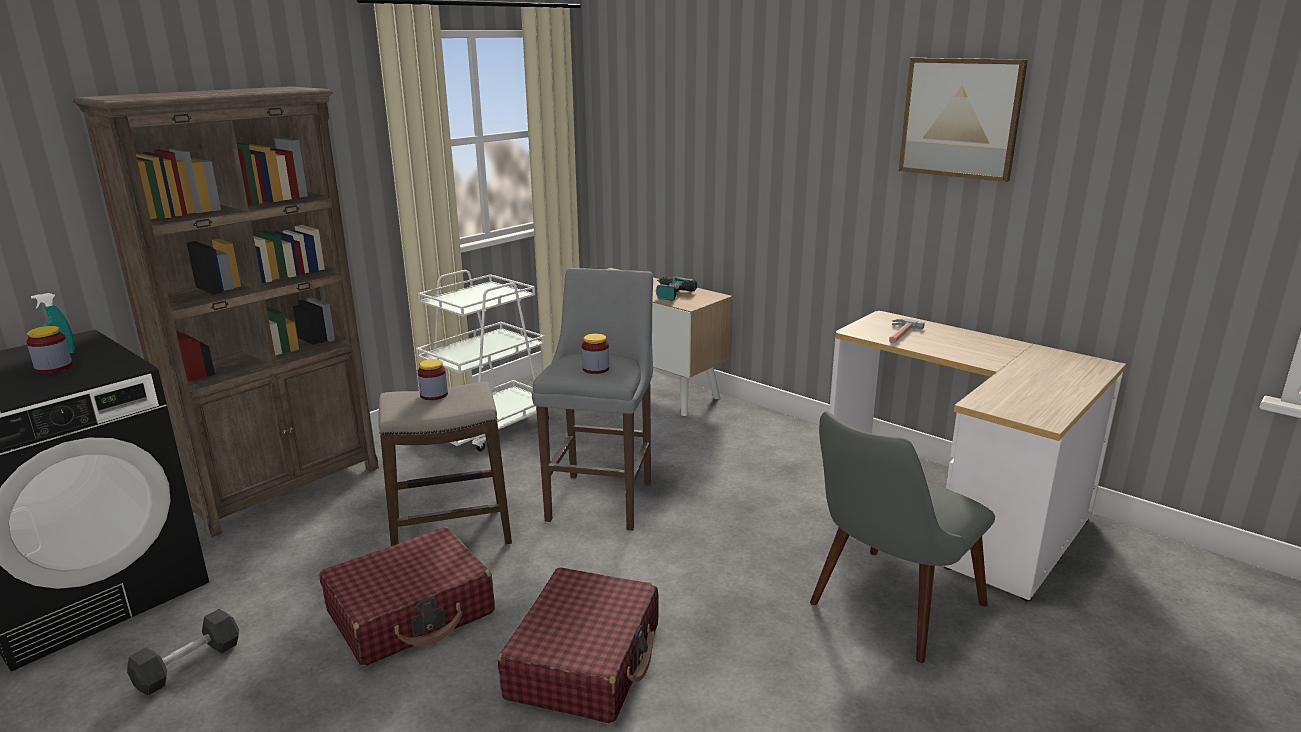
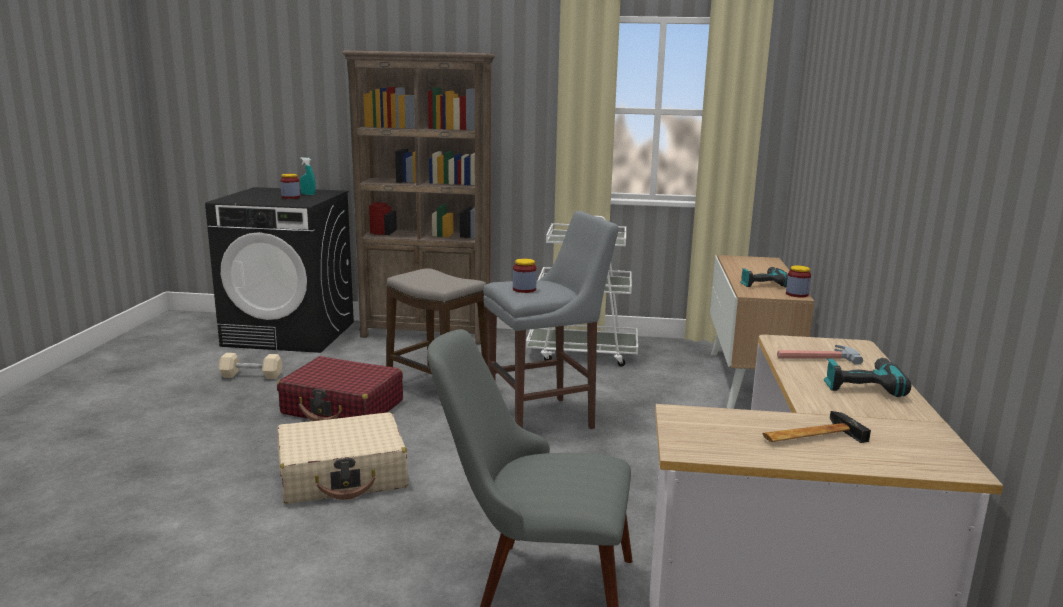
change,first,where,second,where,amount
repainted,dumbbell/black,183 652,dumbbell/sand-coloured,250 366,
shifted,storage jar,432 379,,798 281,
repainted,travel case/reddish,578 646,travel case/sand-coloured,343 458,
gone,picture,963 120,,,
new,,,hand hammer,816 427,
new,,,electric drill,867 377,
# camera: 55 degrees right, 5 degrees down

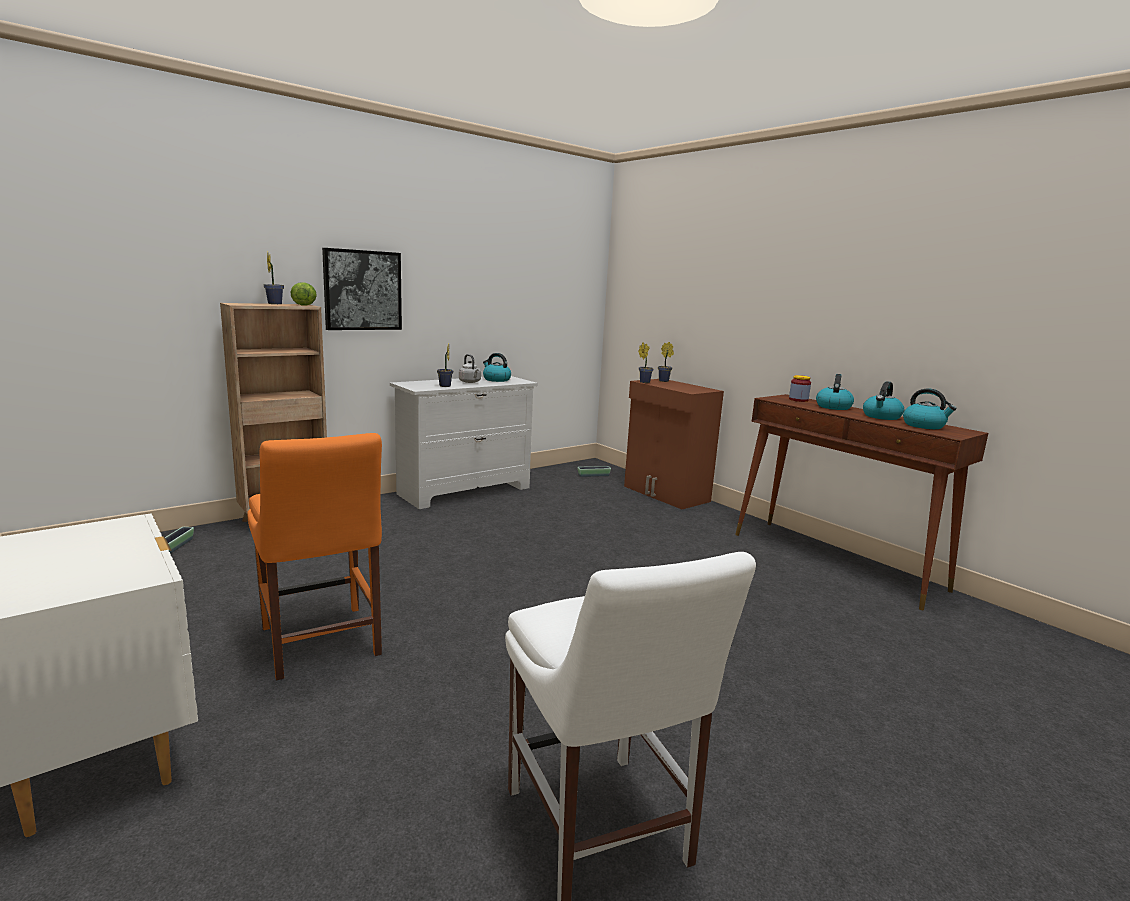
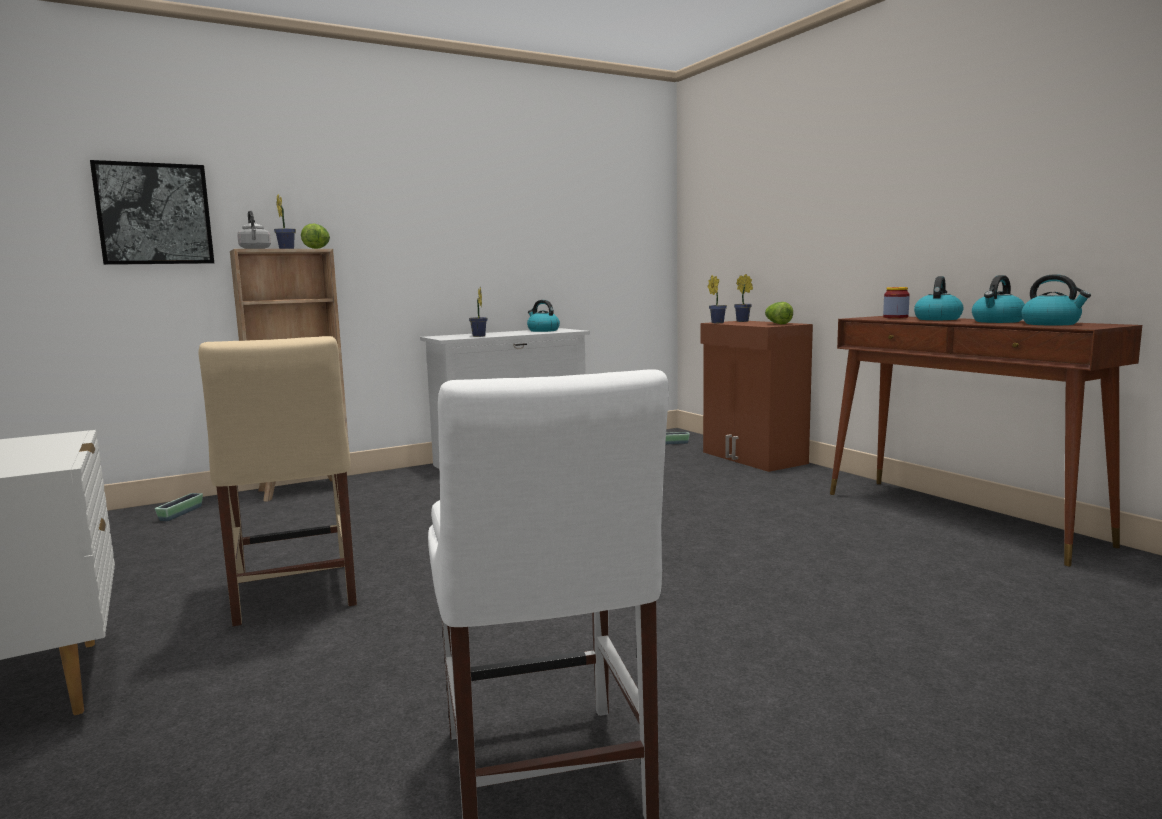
change,first,where,second,where,amount
repainted,chair/orangey,314 556,chair/sand-coloured,278 481,
shifted,picture,362 289,,152 212,
shifted,water kettle/gray,470 368,,254 230,
new,,,lettuce head,779 313,
# camera: 10 degrees right, 5 degrees down

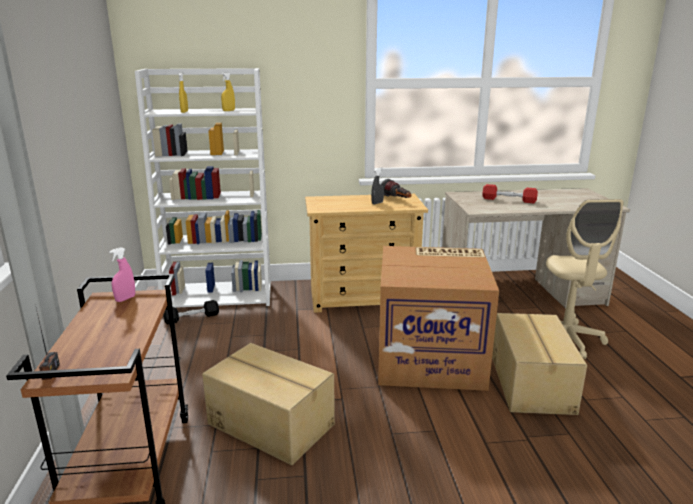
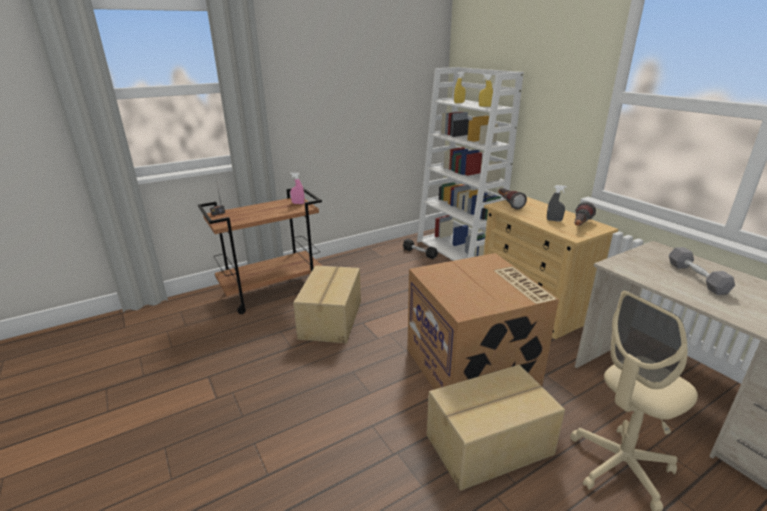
change,first,where,second,where,amount
repainted,dumbbell/reddish,510 193,dumbbell/gray,702 271,
new,,,torch,512 199,
# camera: 65 degrees right, 5 degrees up

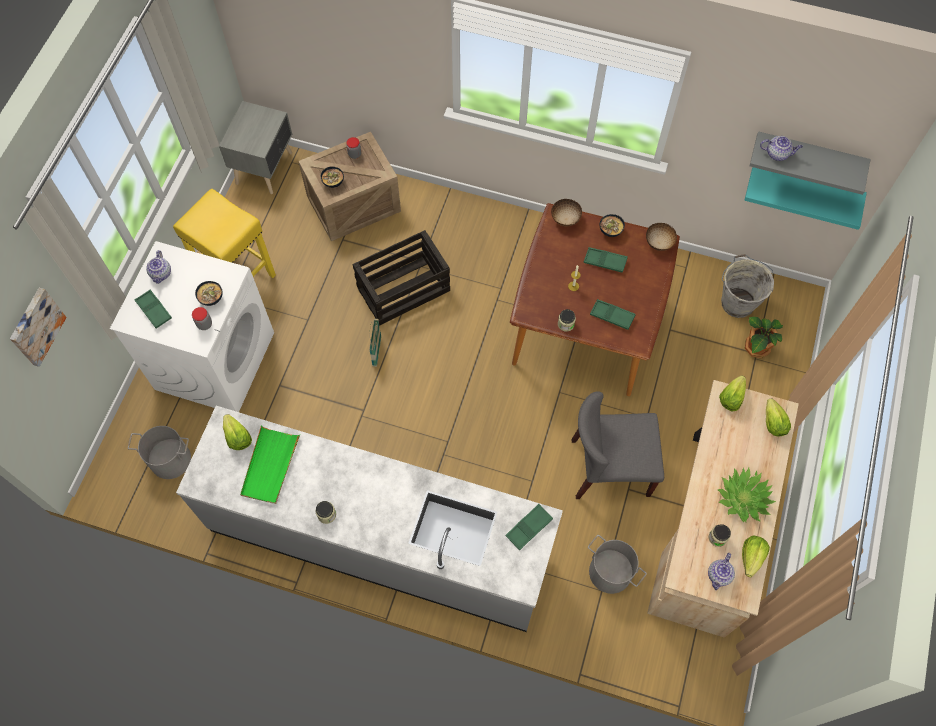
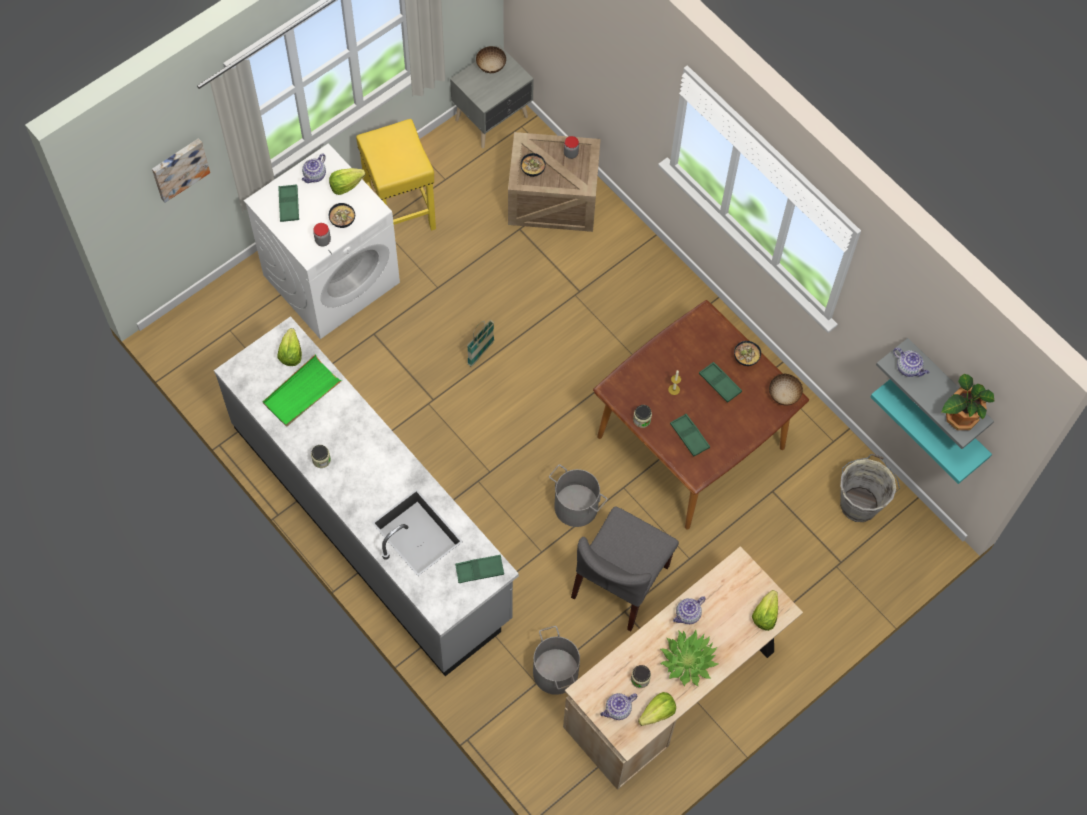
change,first,where,second,where,amount
shifted,bucket/gray,159 452,,578 496,
gone,packing crate,401 277,,,
shifted,bowl,566 213,,491 59,
rotated,chair/gray,618 445,,625 568,90 degrees counterclockwise
shifted,lettuce head,732 393,,347 181,
shifted,houseplant,764 338,,967 402,
new,,,pot for tea,689 610,
# camera: 30 degrees right, 0 degrees up

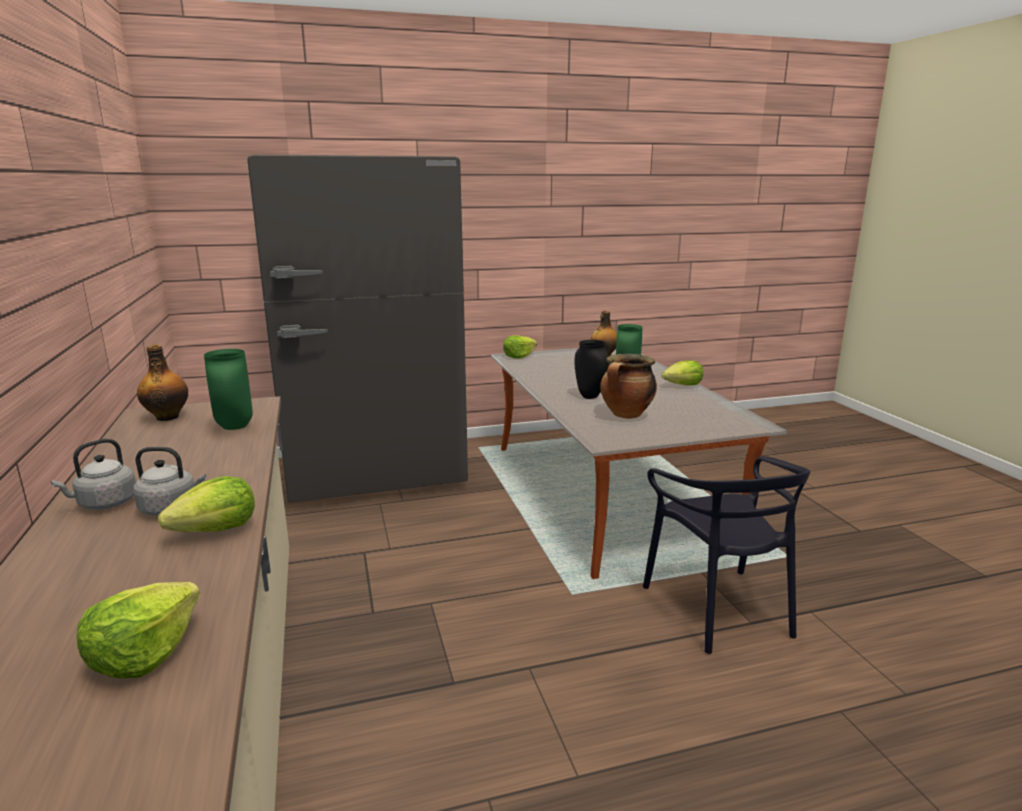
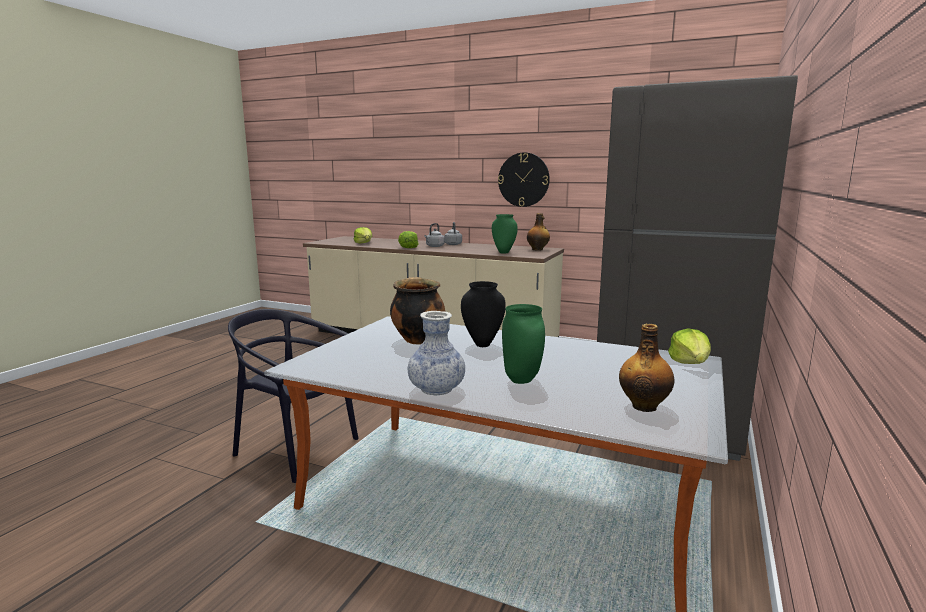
change,first,where,second,where,amount
swapped,lettuce head,682 372,vase,436 353,
new,,,hanging clock,524 179,
# camera: 130 degrees right, 5 degrees down

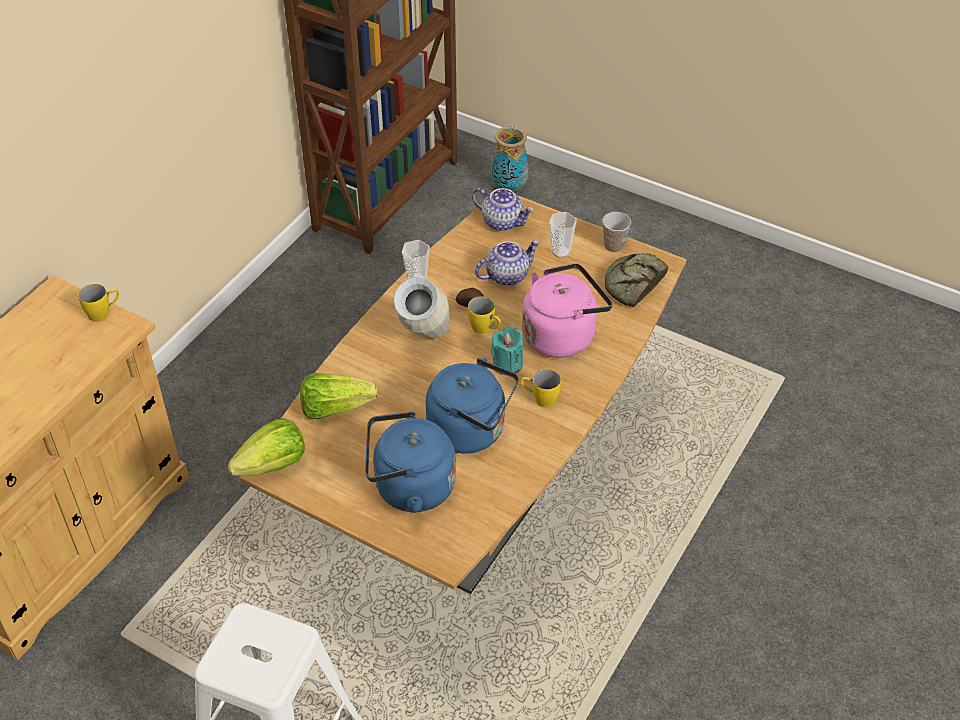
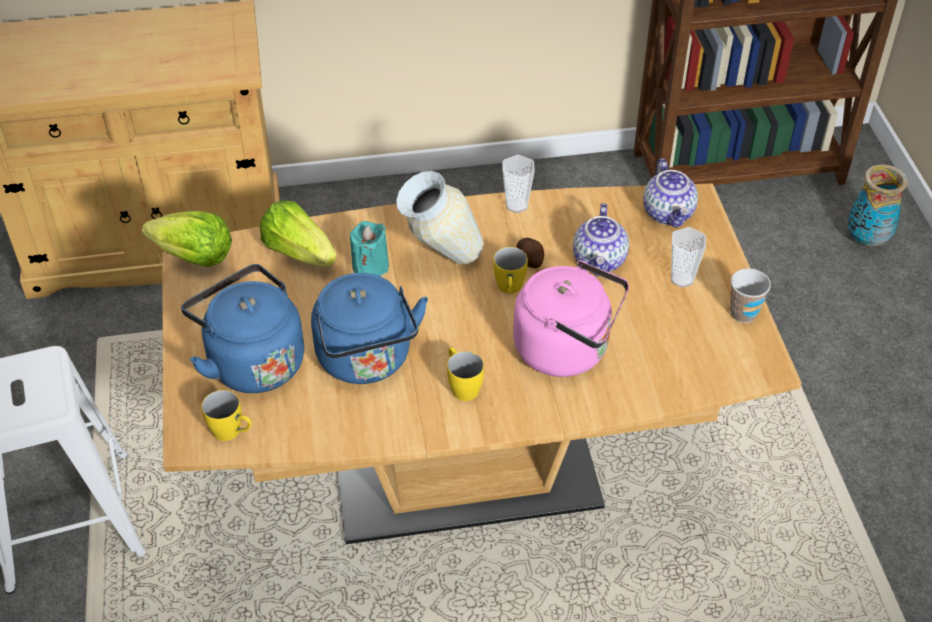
change,first,where,second,where,amount
shifted,mug/yellowish,98 303,,227 415,
rotated,pot for tea,507 263,,601 239,75 degrees clockwise
shifted,wax candle/blue-green,507 350,,369 248,
gone,baked bread,636 280,,,
# camera: 50 degrees right, 0 degrees up

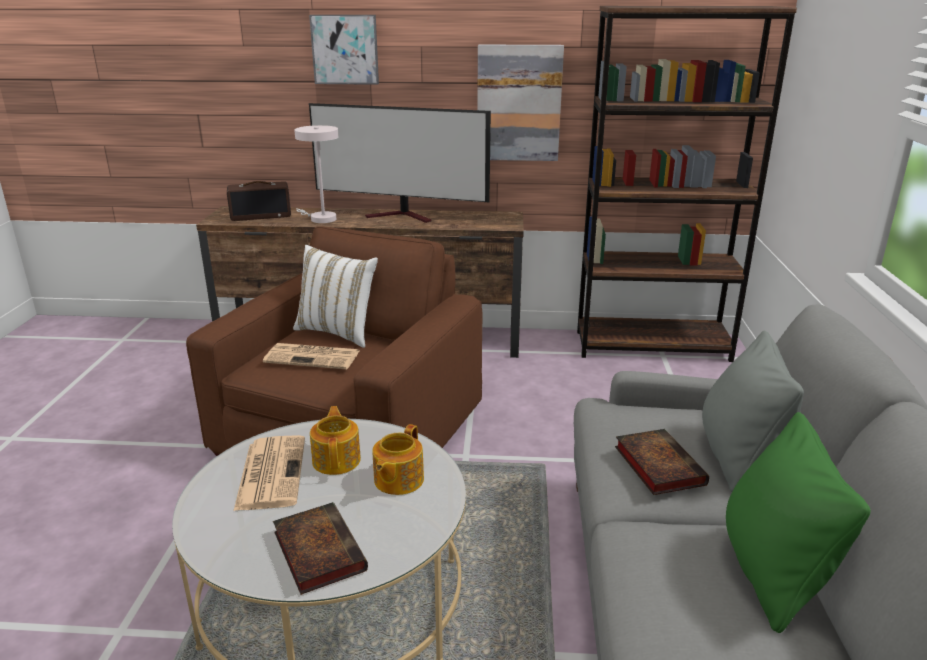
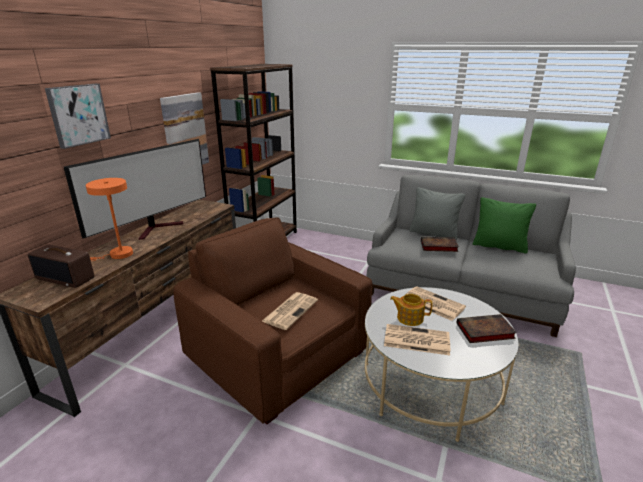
change,first,where,second,where,amount
rotated,radio set,259 201,,61 266,105 degrees clockwise
gone,pillow/white-coloured,335 296,,,
repainted,table lamp/white-coloured,316 174,table lamp/orangey,109 219,
swapped,pot for tea,398 459,printed paper,435 303,
# camera: 70 degrees left, 0 degrees up

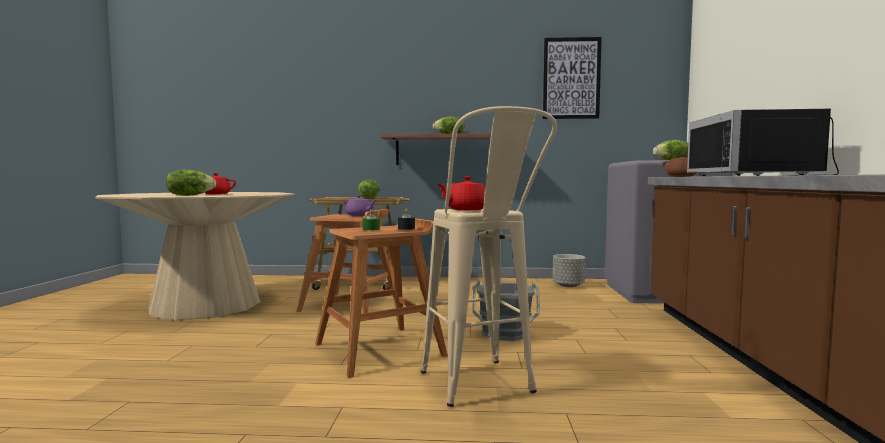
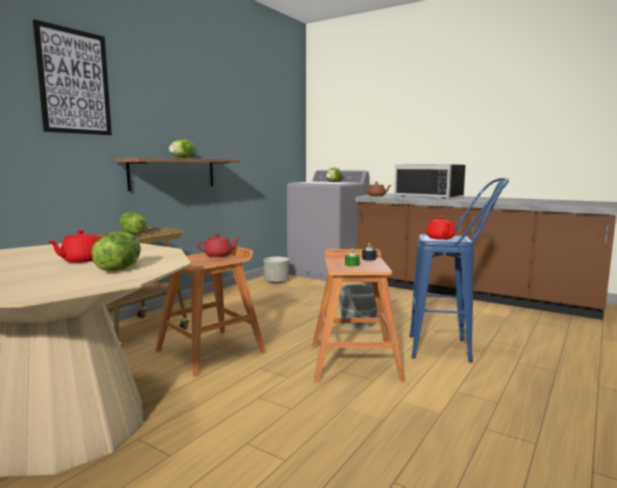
change,first,where,second,where,amount
repainted,pot for tea/purplish,360 205,pot for tea/reddish,218 245,
repainted,stool/sand-coloured,489 256,stool/bluish,459 270,
shifted,picture,572 78,,72 77,
# camera: 60 degrees left, 5 degrees up

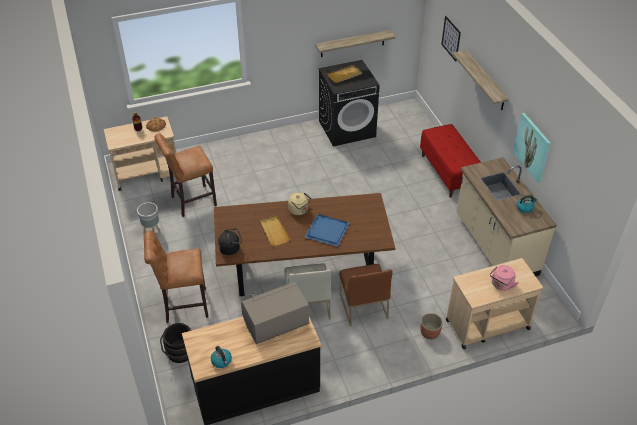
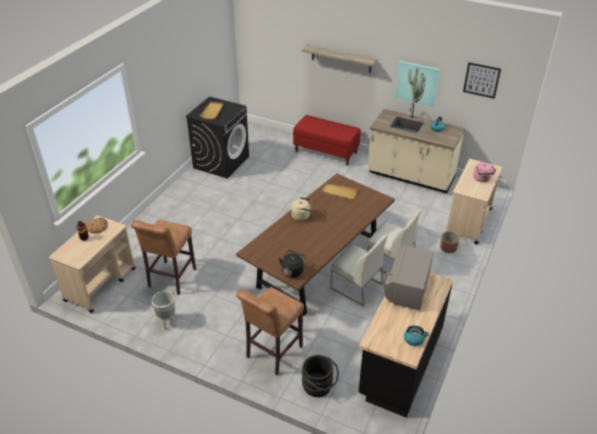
change,first,where,second,where,amount
shifted,serving tray/sand-coloured,275 230,,339 191,
gone,serving tray/bluish,327 230,,,
gone,shelf,355 43,,,
repainted,chair/brownish,366 295,chair/white-coloured,394 241,
shifted,picture,451 39,,482 80,
# camera: 45 degrees left, 5 degrees down

